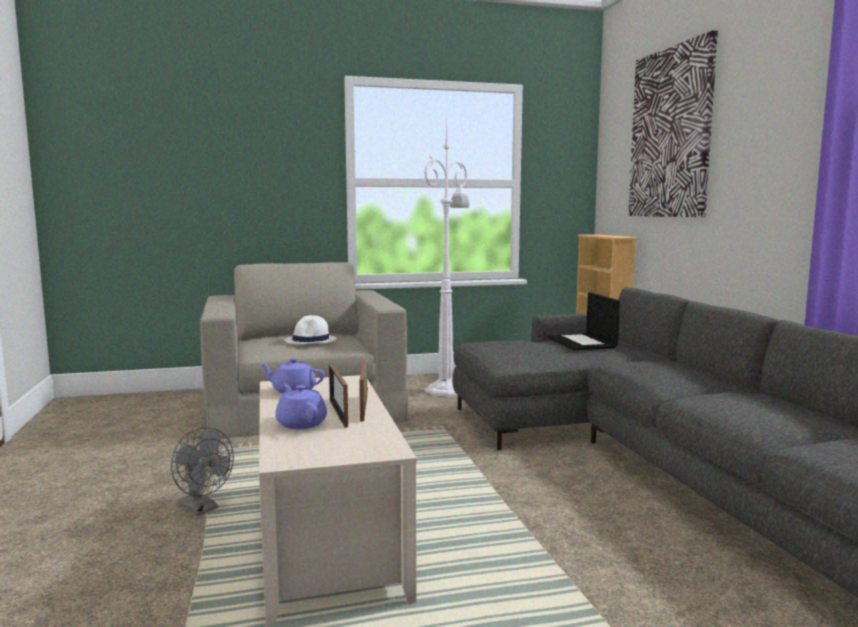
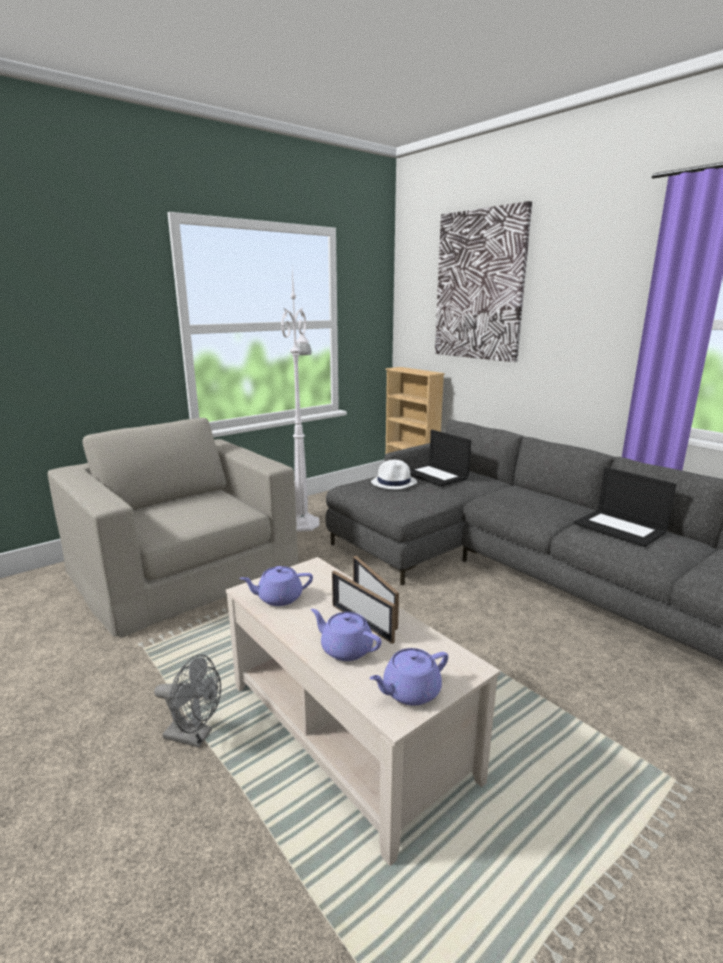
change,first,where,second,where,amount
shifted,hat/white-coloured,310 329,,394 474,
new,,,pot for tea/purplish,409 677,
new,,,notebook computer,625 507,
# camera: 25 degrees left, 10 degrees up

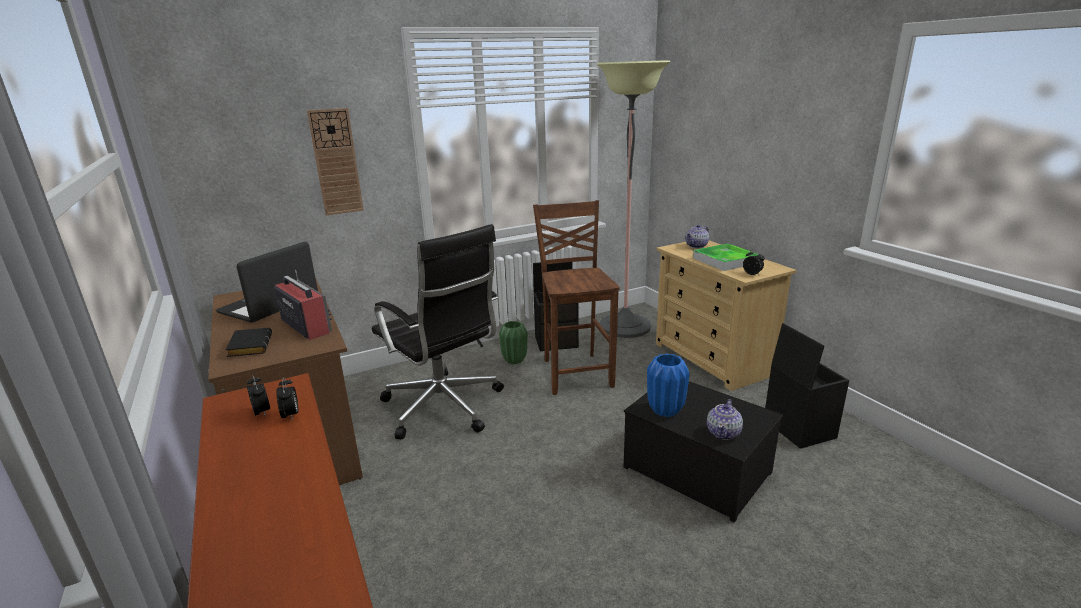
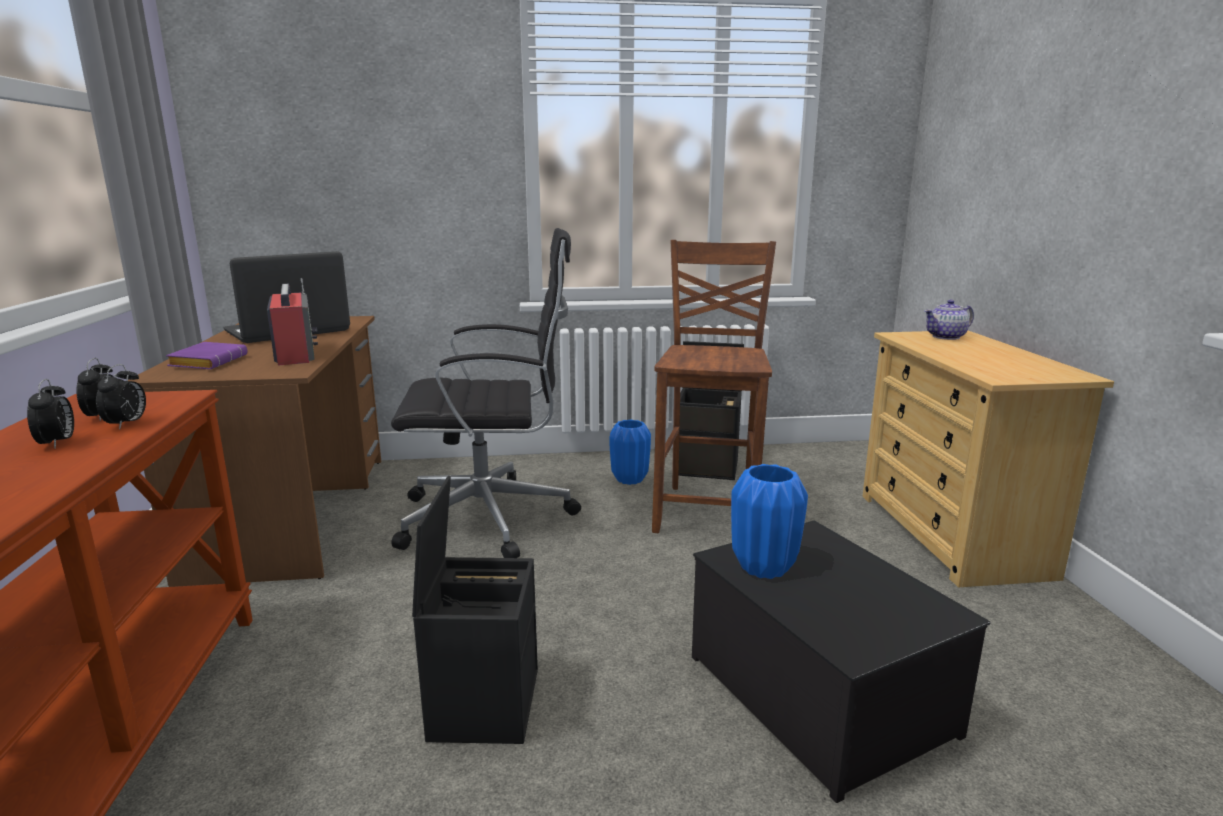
change,first,where,second,where,amount
repainted,bound book/black,248 342,bound book/purplish,206 355,
gone,hanging clock,335 161,,,
rotated,desk chair/black,438 331,,486 393,75 degrees counterclockwise
repainted,vase/green,513 342,vase/bluish,630 452,
gone,floor lamp,633 199,,,
gone,serving tray,725 257,,,
gone,pot for tea,725 419,,,
shifted,bedside clock,754 262,,50 413,
shifted,storage bin/black,807 386,,475 610,
# camera: 20 degrees right, 5 degrees down

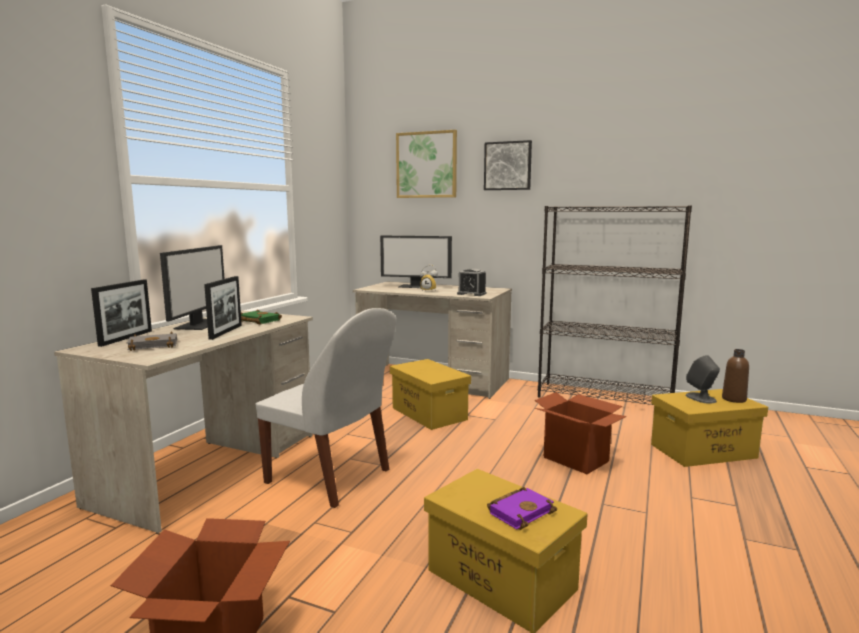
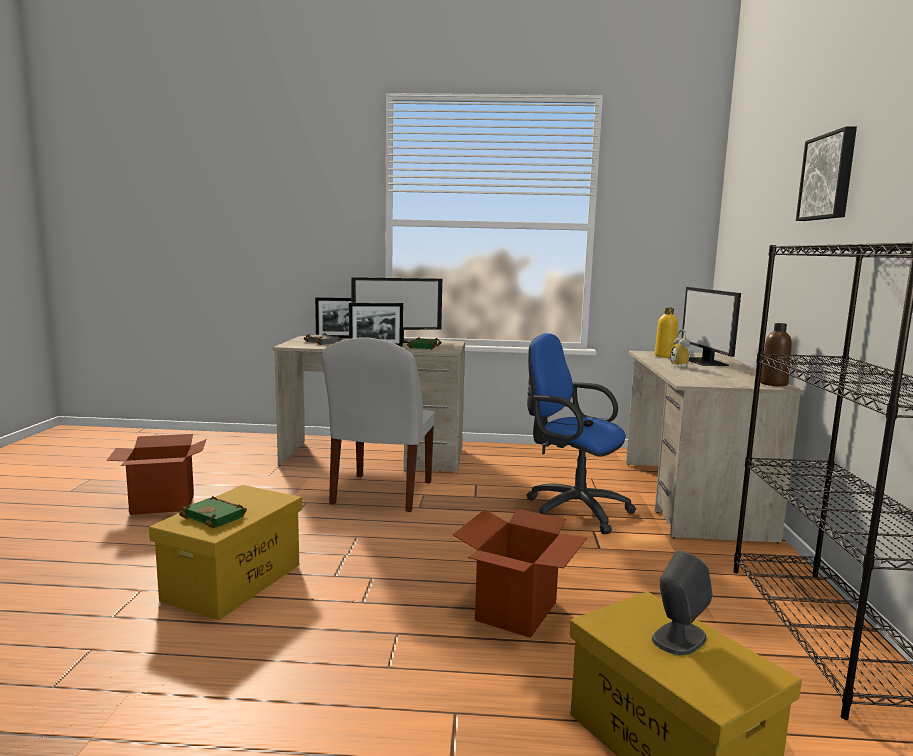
change,first,where,second,where,amount
swapped,storage bin/yellowish,430 394,desk chair/bluish,581 433,
gone,picture,426 164,,,
gone,bedside clock,472 282,,,
repainted,bound book/purplish,522 508,bound book/green,213 512,
shifted,drink bottle/brownish,735 376,,776 354,
new,,,drink bottle/yellowish,666 333,
# camera: 70 degrees right, 0 degrees up

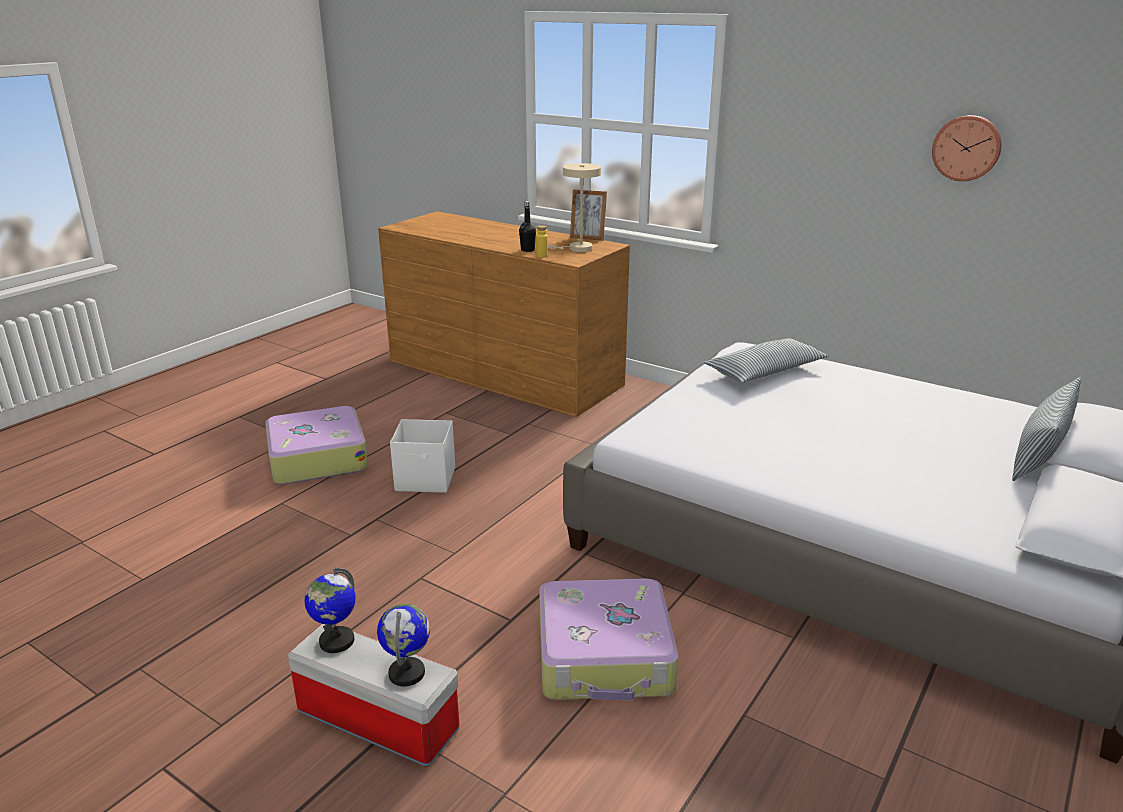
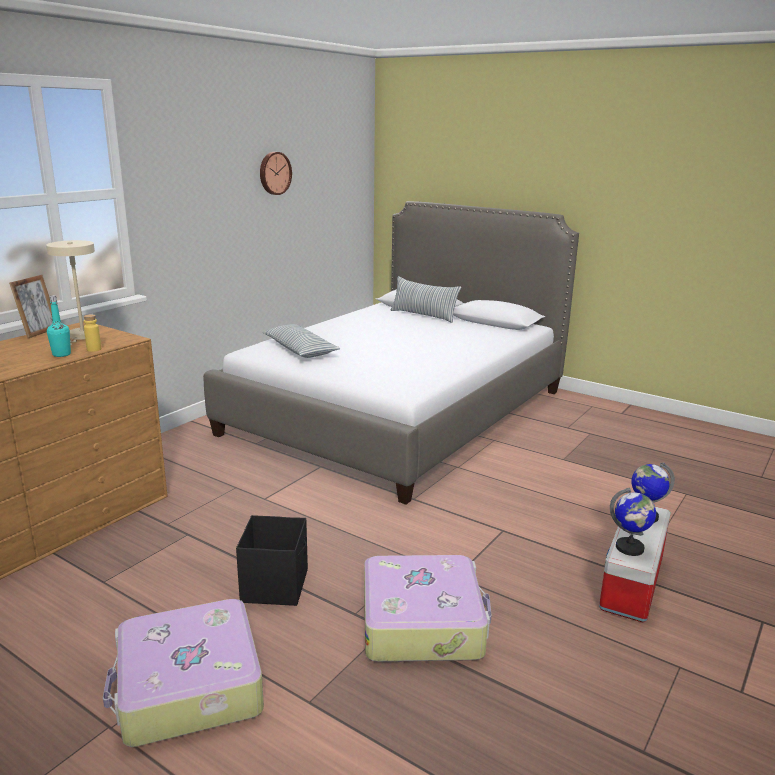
change,first,where,second,where,amount
repainted,storage bin/white-coloured,422 456,storage bin/black,272 560,
repainted,drink bottle/black,527 226,drink bottle/blue-green,59 326,
shifted,travel case,608 639,,427 608,
# camera: 90 degrees left, 5 degrees down

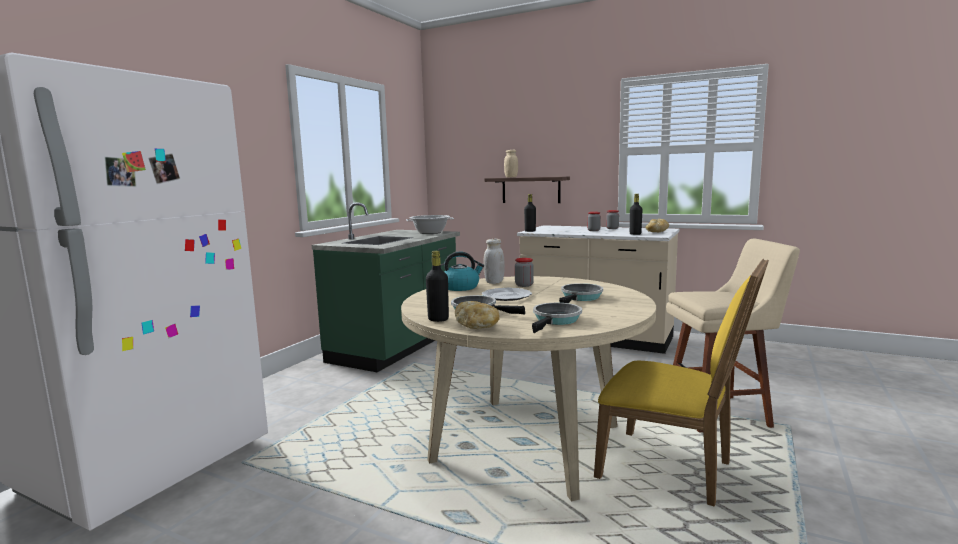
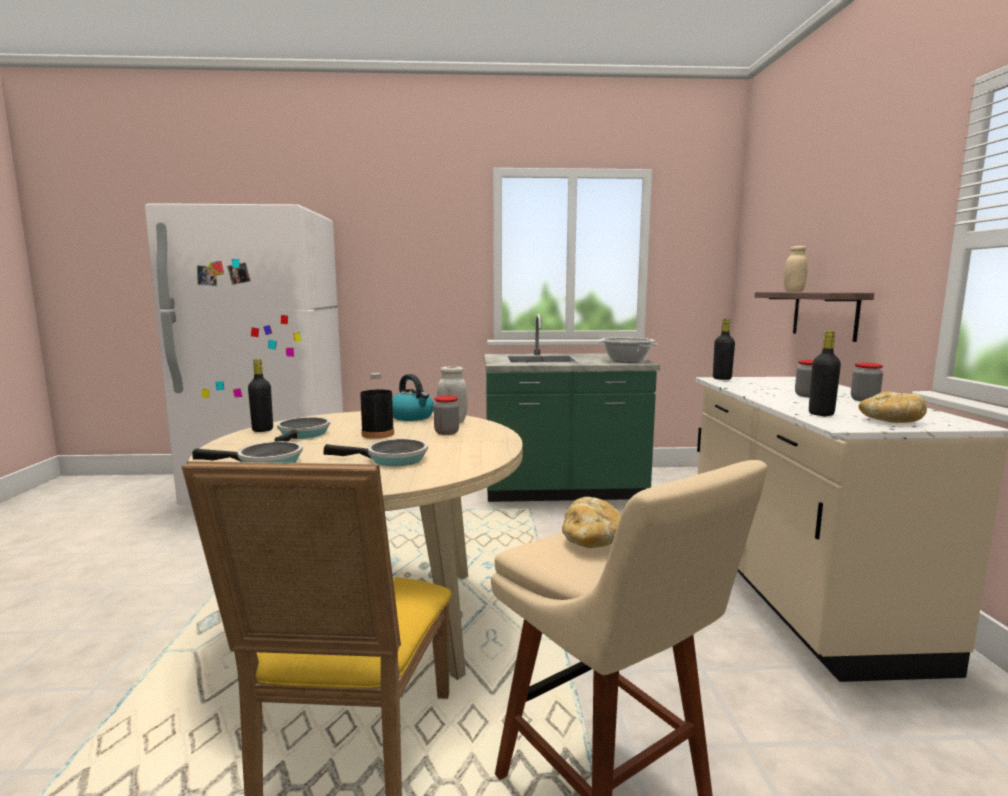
change,first,where,second,where,amount
shifted,baked bread,477 315,,591 522,
swapped,plate,507 294,drink bottle/black,377 406,
# camera: 60 degrees right, 0 degrees up

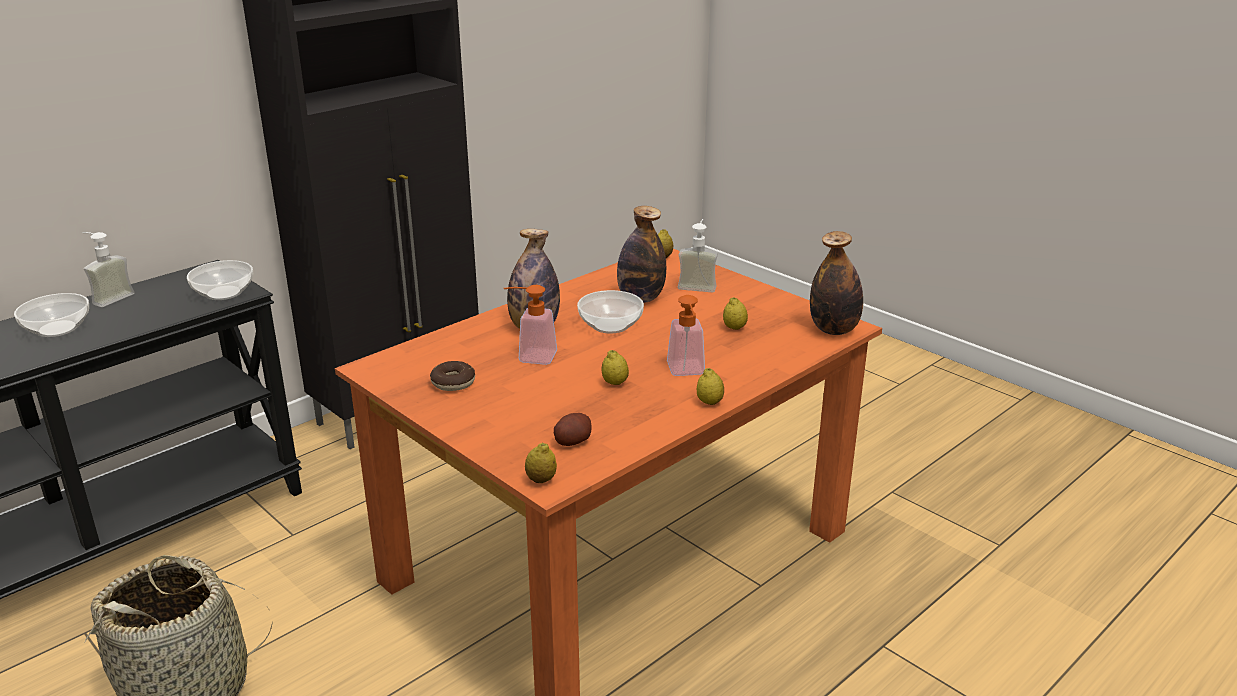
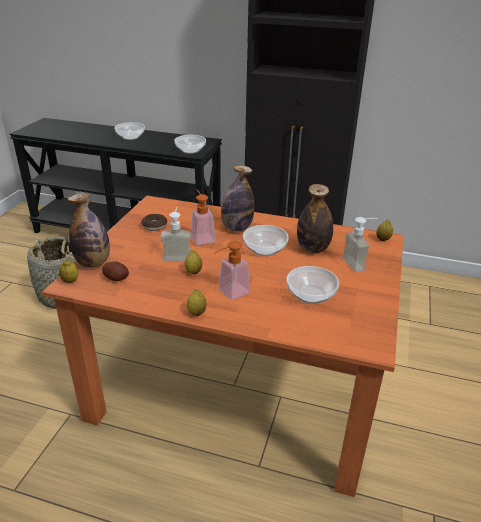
change,first,where,second,where,amount
shifted,soap dispenser,108 269,,176 234,
swapped,whole lemon,735 313,bowl,313 285,
shifted,drink bottle,836 283,,89 230,
# camera: 60 degrees right, 5 degrees up

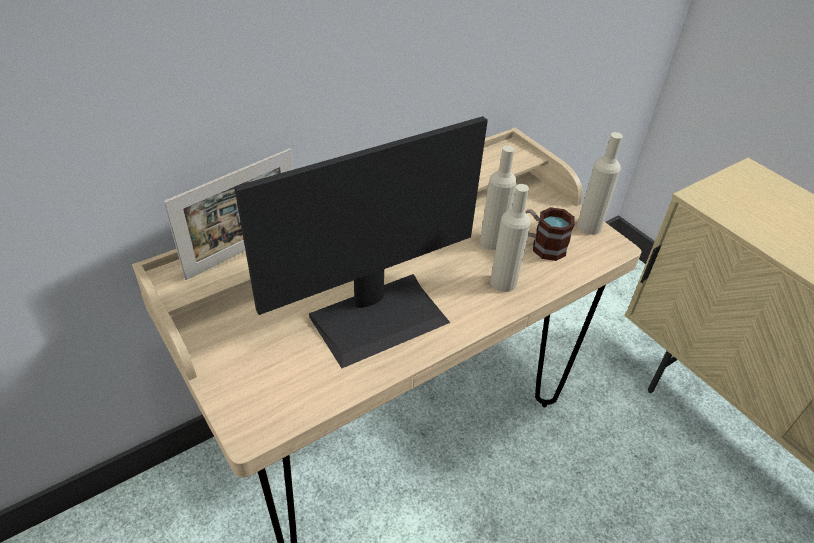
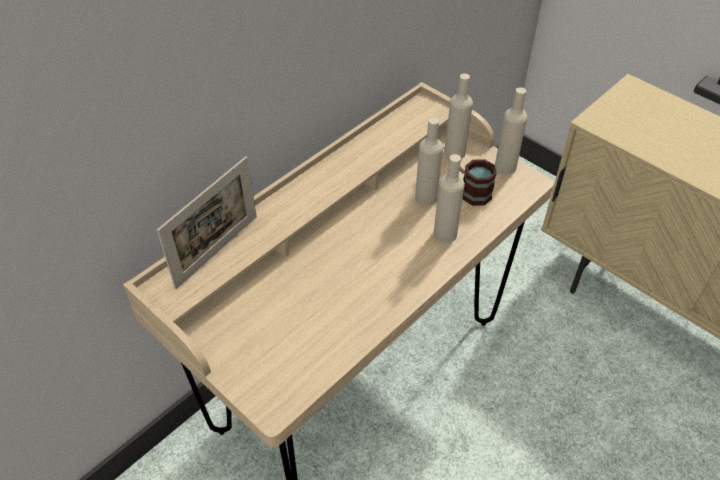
change,first,where,second,where,amount
gone,monitor,361 242,,,
new,,,drink bottle/sand-coloured,458 116,
# camera: 10 degrees left, 5 degrees up

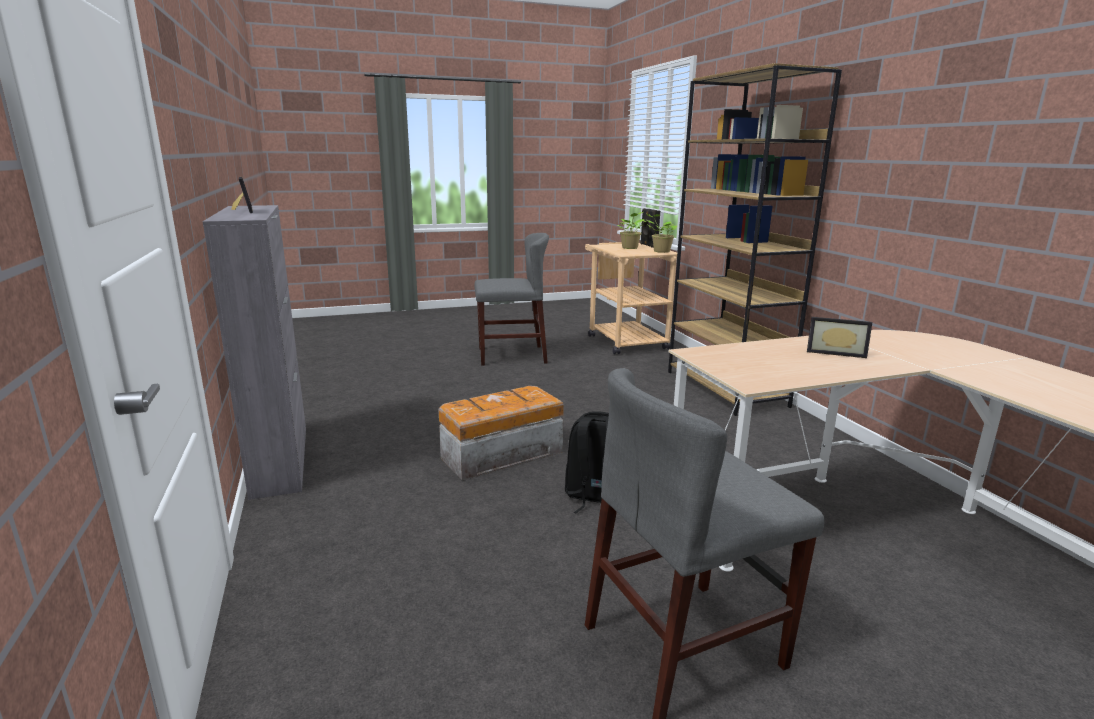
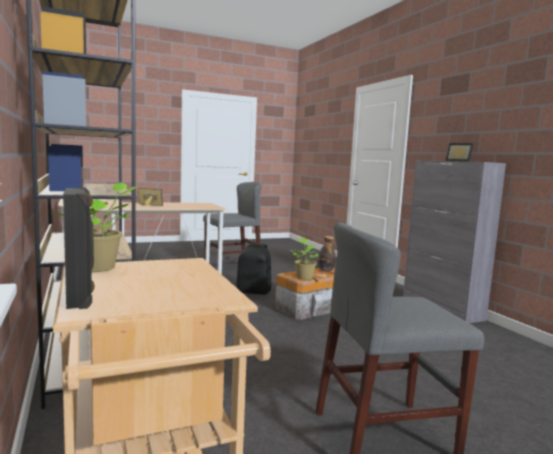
change,first,where,second,where,amount
shifted,houseplant,632 230,,304 259,
new,,,drink bottle,327 253,
# camera: 175 degrees right, 10 degrees down

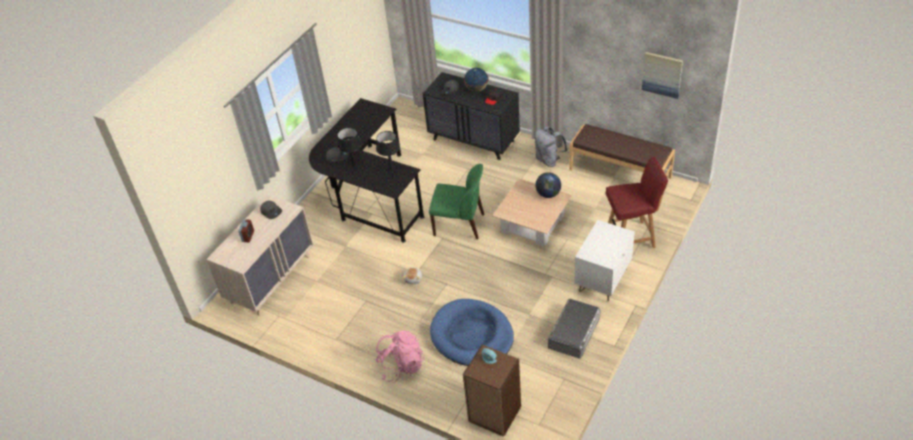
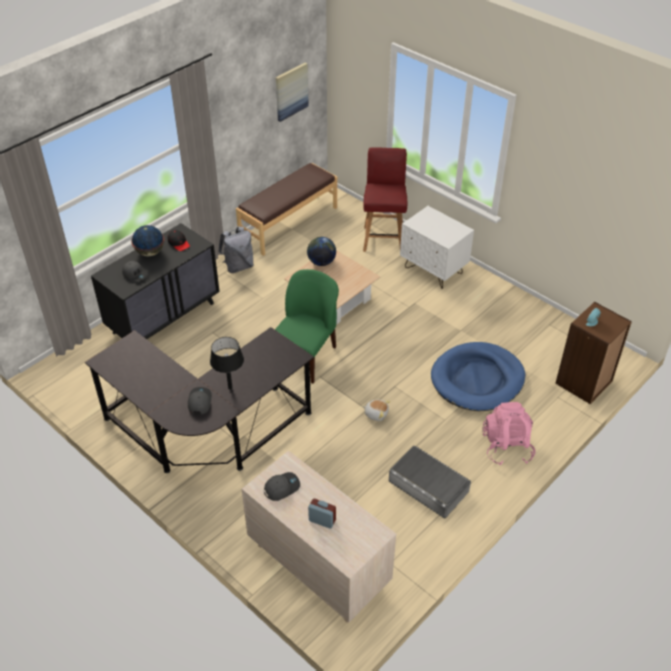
change,first,where,second,where,amount
gone,table lamp/black,388 151,,,
shifted,storage bin/gray,574 329,,430 482,
# camera: 80 degrees left, 0 degrees up

